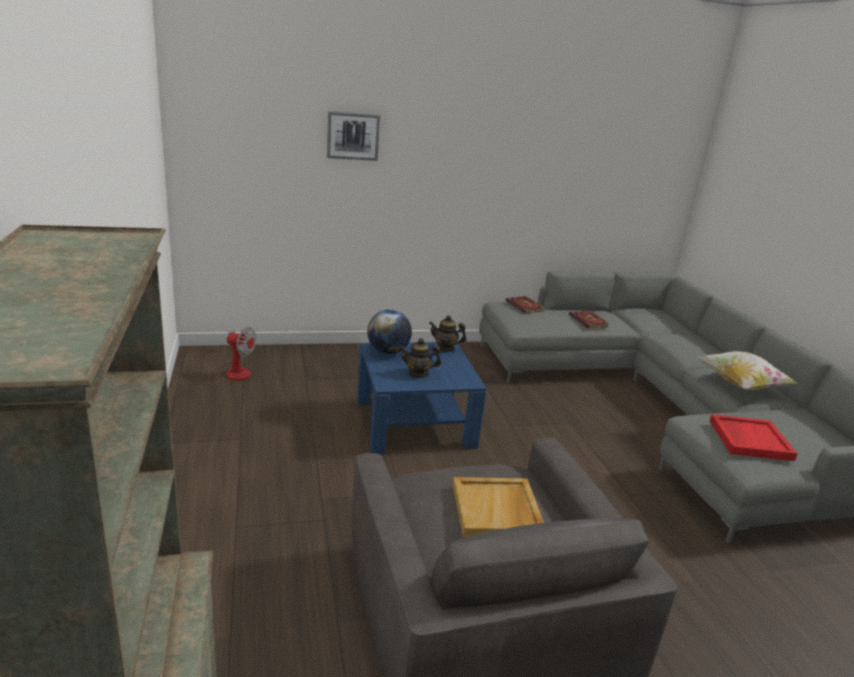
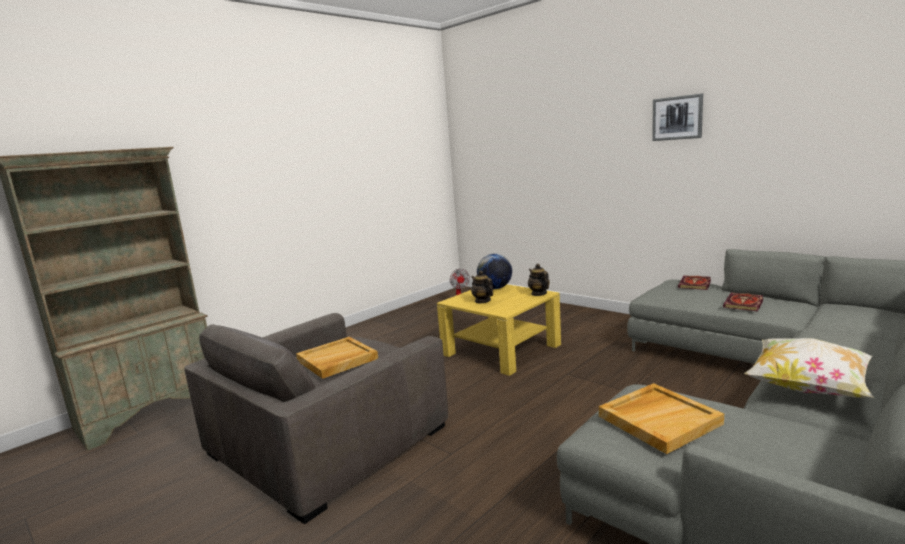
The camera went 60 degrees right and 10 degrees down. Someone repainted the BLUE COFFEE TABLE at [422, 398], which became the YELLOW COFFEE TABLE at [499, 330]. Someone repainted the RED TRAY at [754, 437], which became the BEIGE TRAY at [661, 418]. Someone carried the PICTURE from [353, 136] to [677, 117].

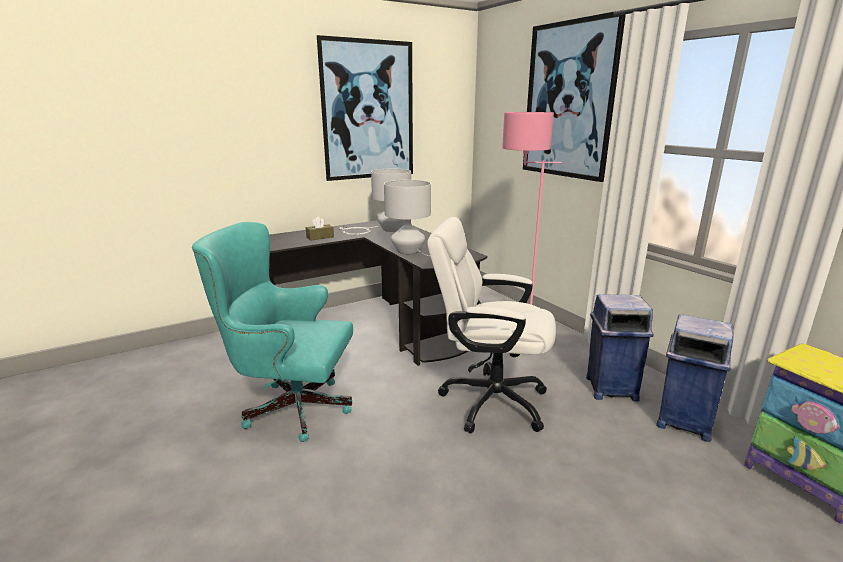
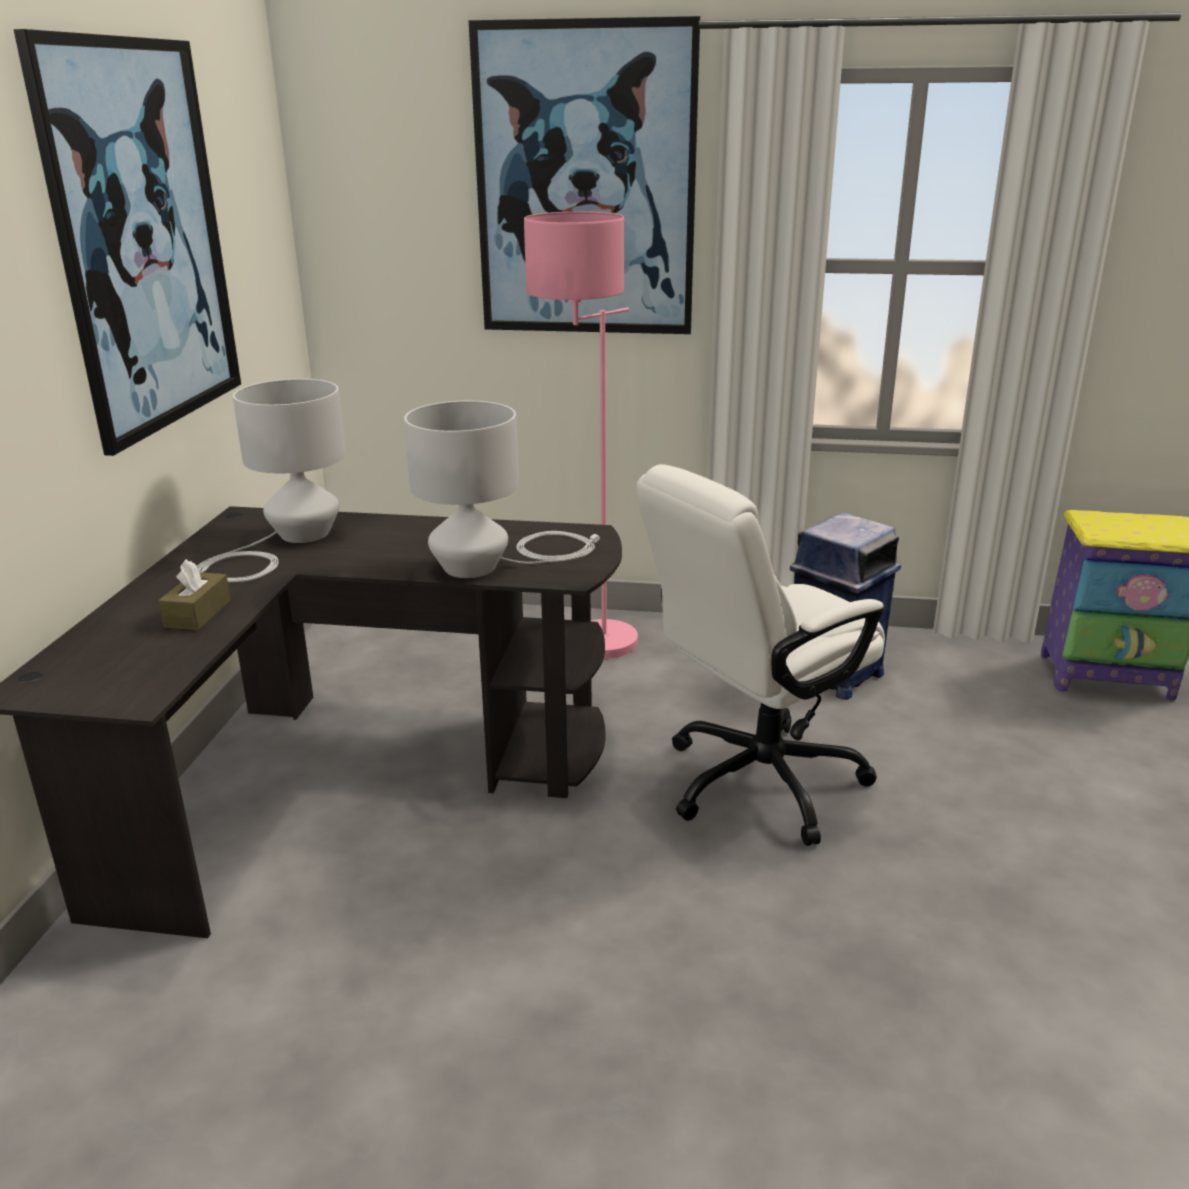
The camera went 50 degrees left and 5 degrees up. Someone took away the TURQUOISE OFFICE CHAIR at [272, 332]. Someone took away the BLUE TRASH CAN at [694, 378].

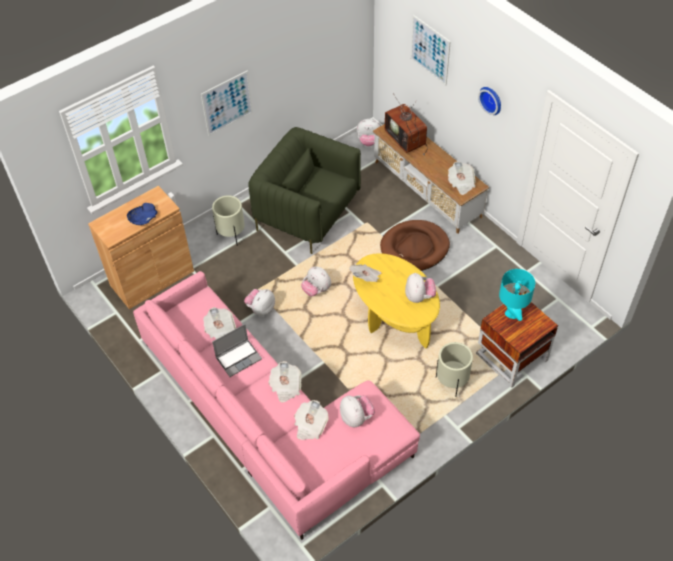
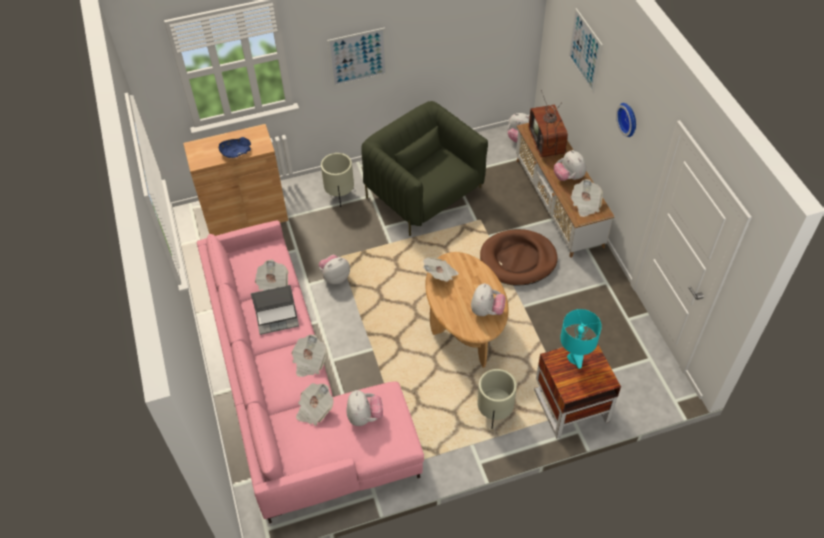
The camera went 20 degrees right and 0 degrees up. Someone repainted the YELLOW COFFEE TABLE at [396, 300], which became the BROWN COFFEE TABLE at [466, 310]. Someone carried the PLUSH TOY from [316, 281] to [570, 165].

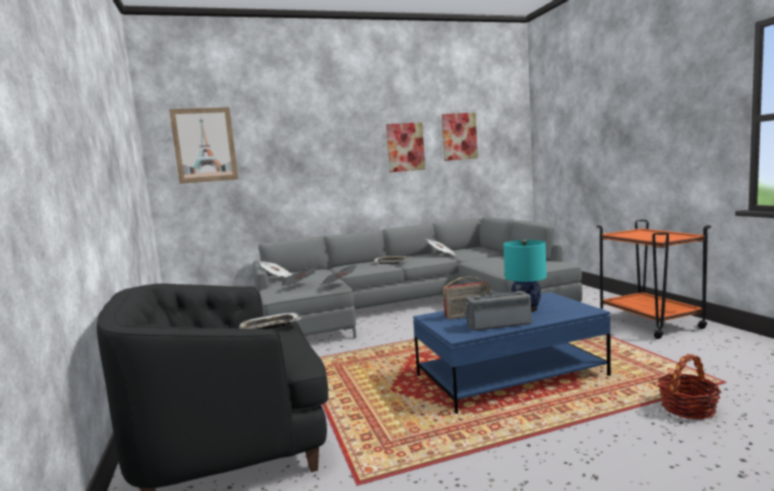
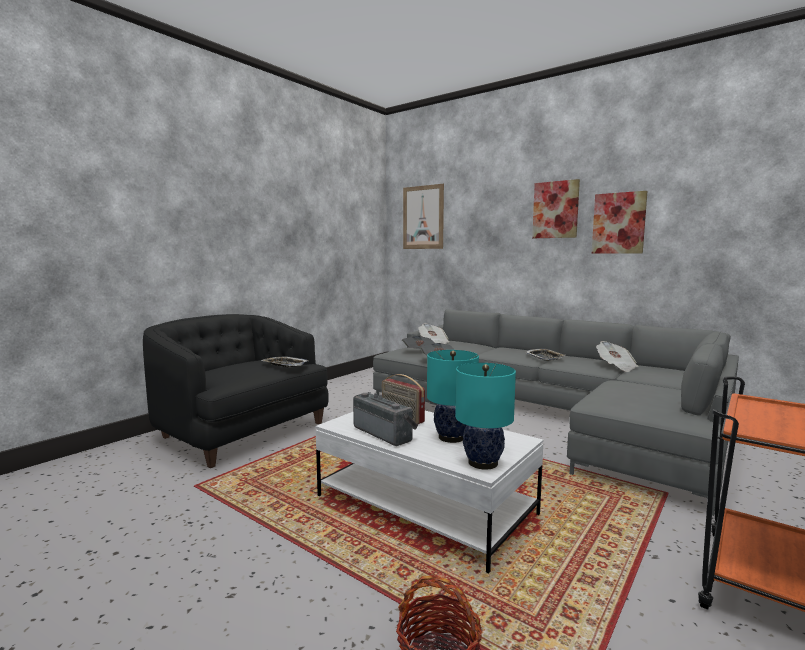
The camera went 55 degrees right and 0 degrees up. Someone repainted the BLUE COFFEE TABLE at [512, 353], which became the WHITE COFFEE TABLE at [429, 492]. Someone put down the TURQUOISE TABLE LAMP at [485, 416]. Someone carried the PICTURE from [460, 137] to [556, 208].

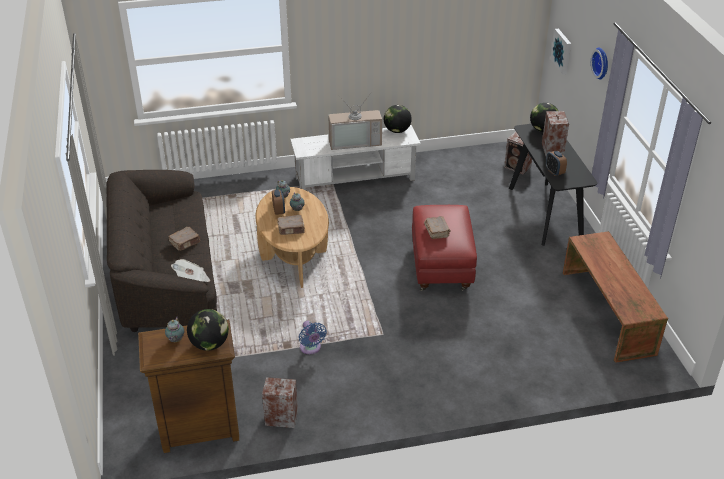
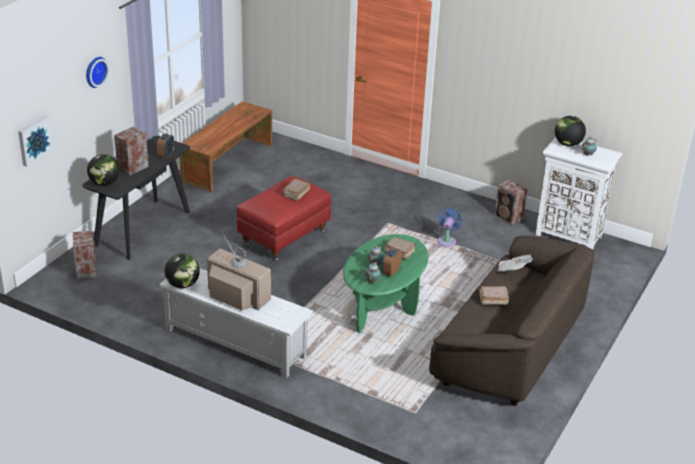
The camera went 140 degrees left and 5 degrees down. Someone repainted the BROWN COFFEE TABLE at [292, 237], which became the GREEN COFFEE TABLE at [385, 283]. Someone repainted the BROWN CABINET at [188, 386], which became the WHITE CABINET at [579, 193].

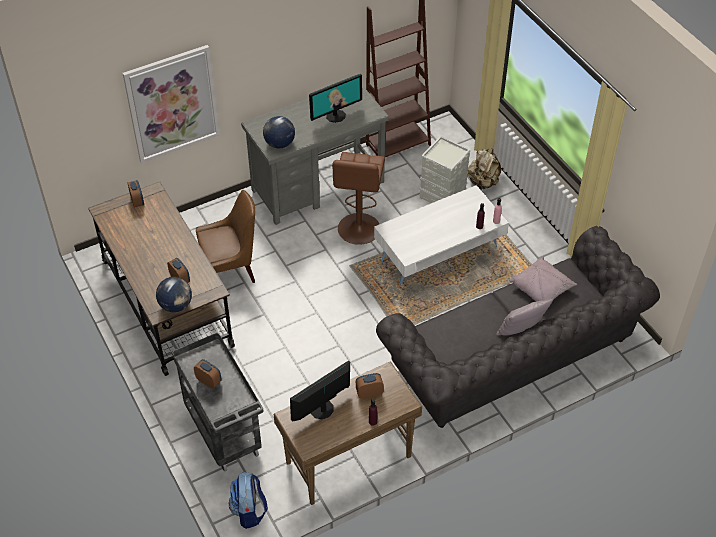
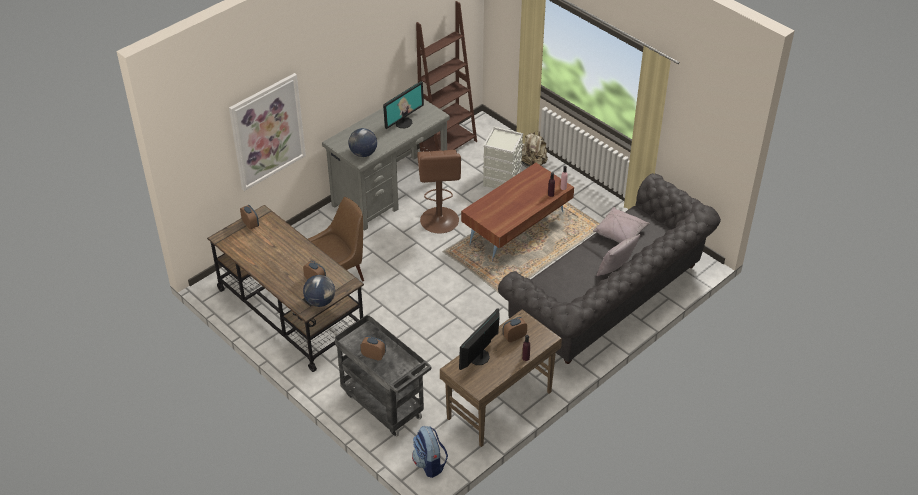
The camera went 15 degrees left and 5 degrees down. Someone repainted the WHITE COFFEE TABLE at [441, 236], which became the BROWN COFFEE TABLE at [517, 212].

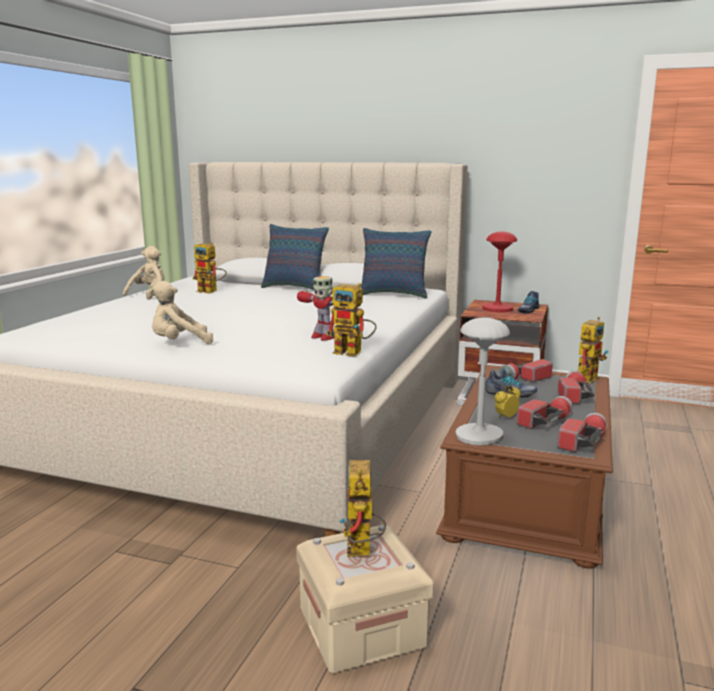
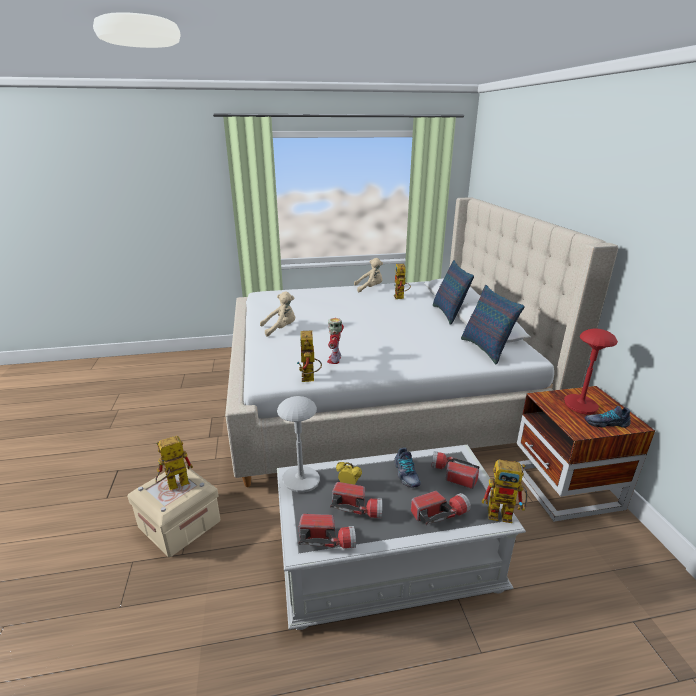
The camera went 60 degrees right and 10 degrees up. Someone rotated the BEIGE PLUSH TOY at [181, 312] by 120 degrees clockwise. Someone repainted the BROWN COFFEE TABLE at [524, 466], which became the WHITE COFFEE TABLE at [401, 537].

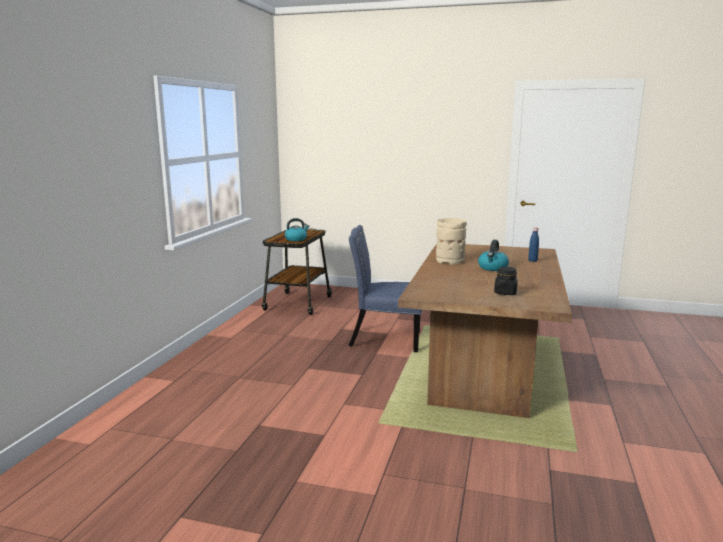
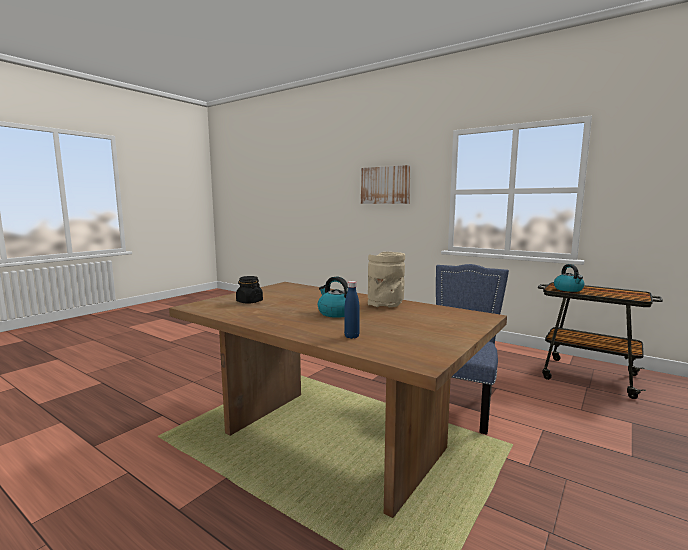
The camera went 110 degrees right and 5 degrees down. Someone put up the PICTURE at [385, 184].

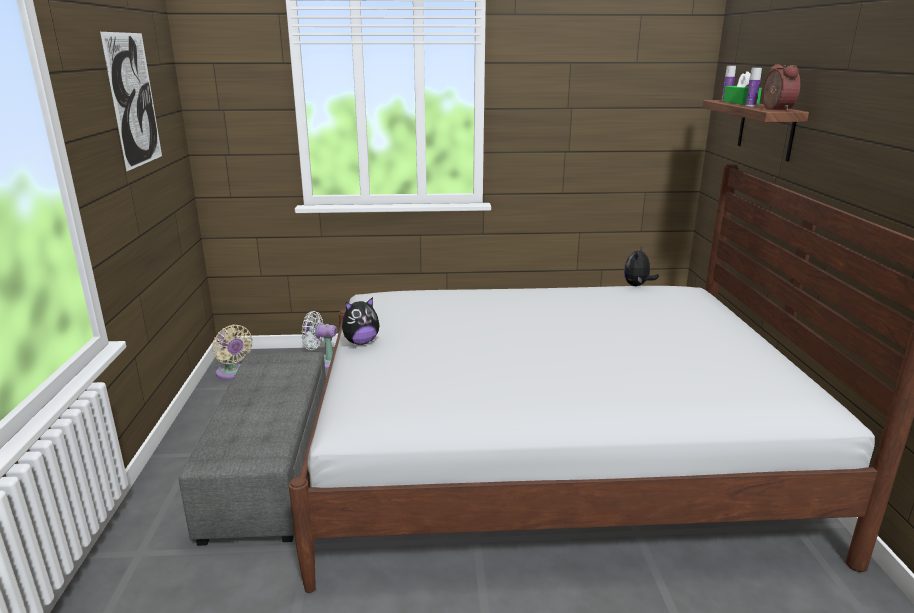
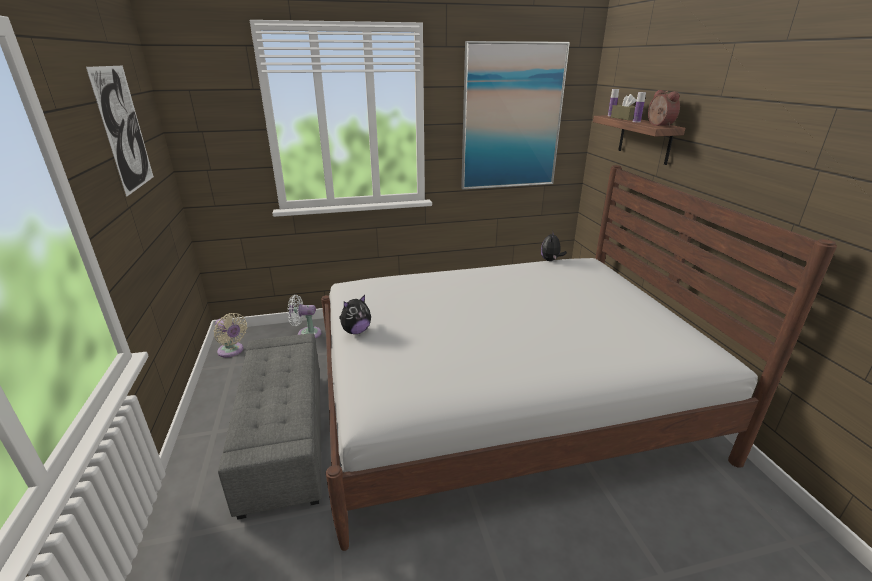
The camera went 10 degrees left and 5 degrees up. Someone put up the PICTURE at [515, 115]. Someone repainted the GREEN TISSUE BOX at [742, 87], which became the BROWN TISSUE BOX at [623, 107].

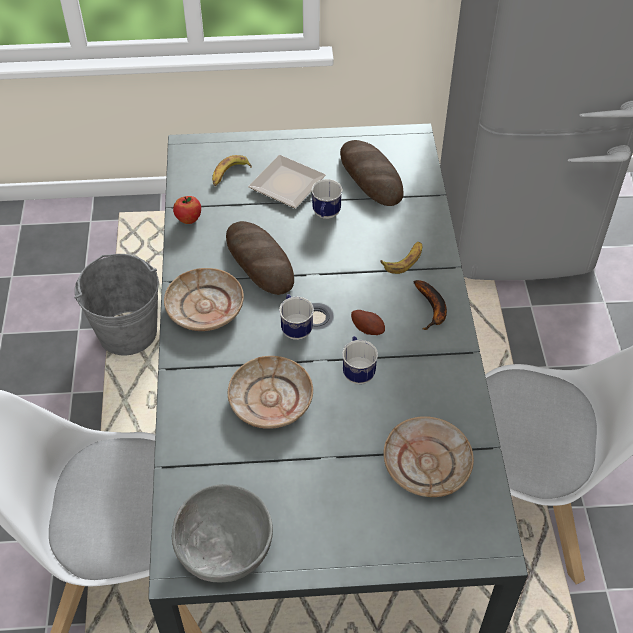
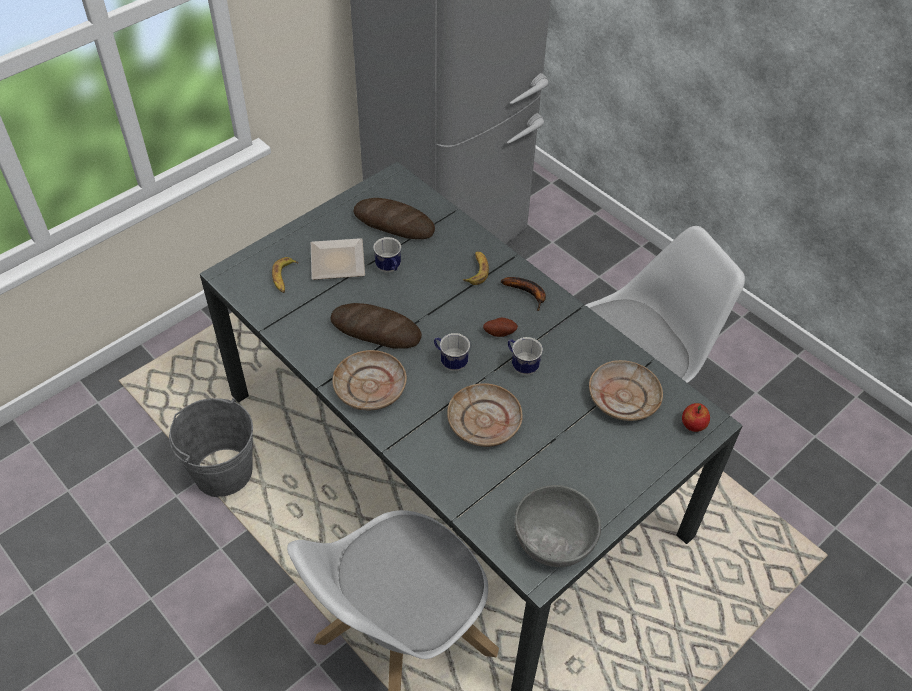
The camera went 40 degrees left and 0 degrees up. Someone carried the APPLE from [187, 210] to [696, 417].

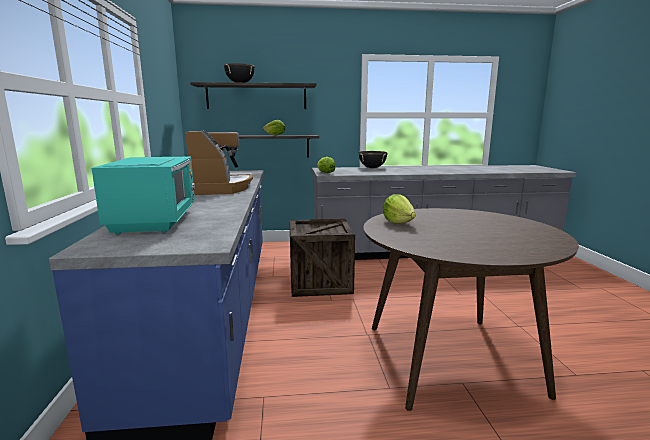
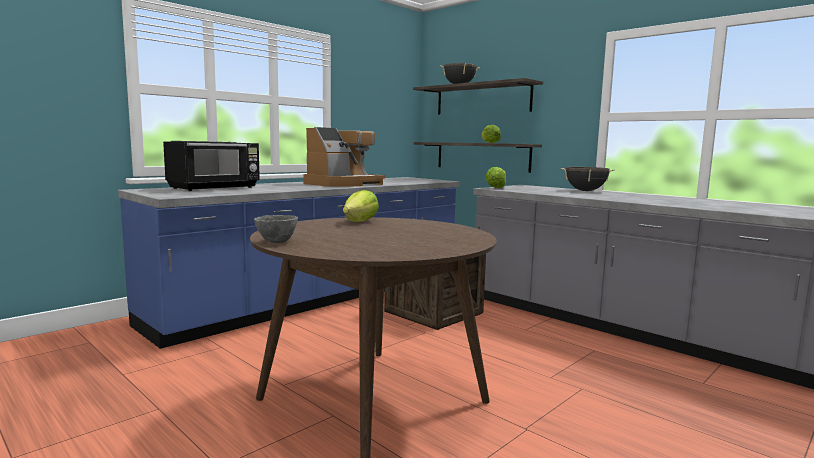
The camera went 50 degrees right and 5 degrees down. Someone repainted the TURQUOISE MICROWAVE at [143, 195], which became the BLACK MICROWAVE at [211, 166]. Someone put down the GREY BOWL at [276, 229].

